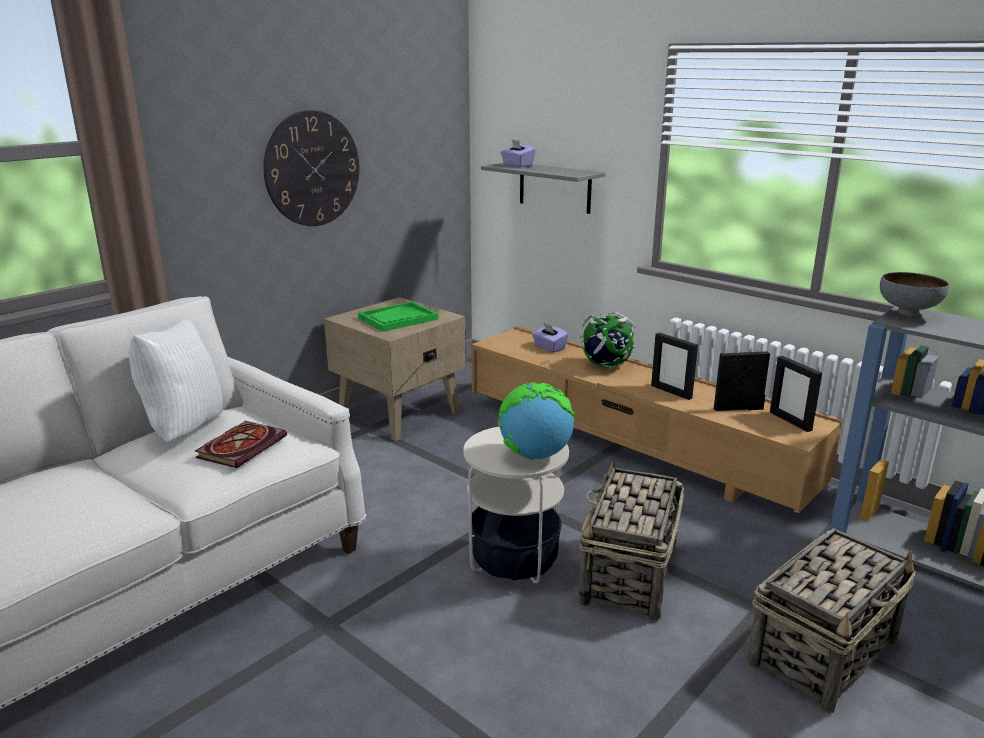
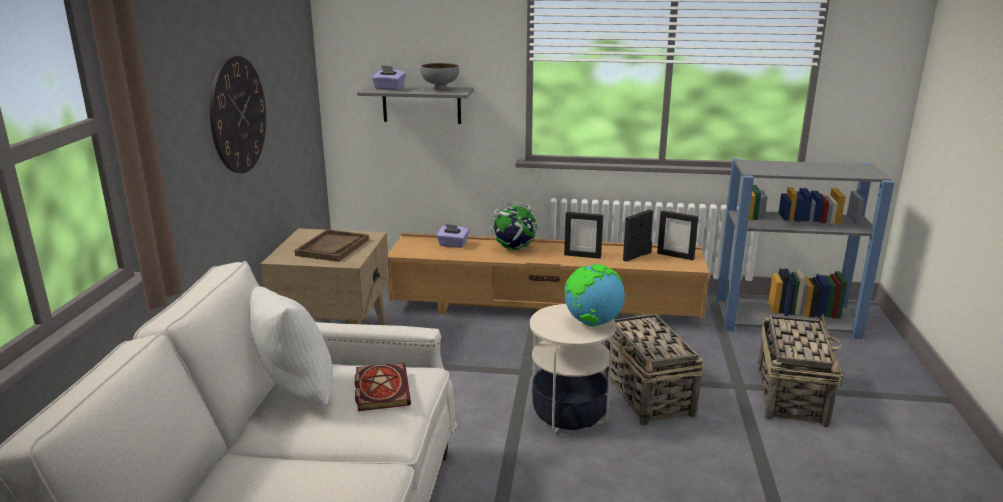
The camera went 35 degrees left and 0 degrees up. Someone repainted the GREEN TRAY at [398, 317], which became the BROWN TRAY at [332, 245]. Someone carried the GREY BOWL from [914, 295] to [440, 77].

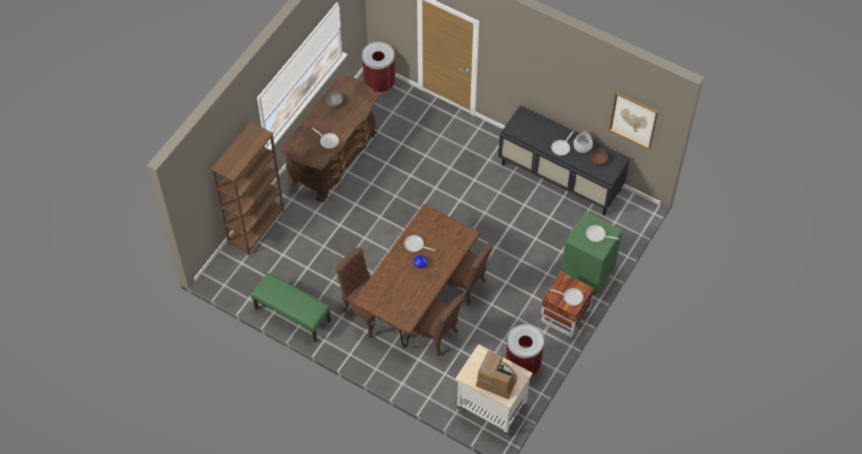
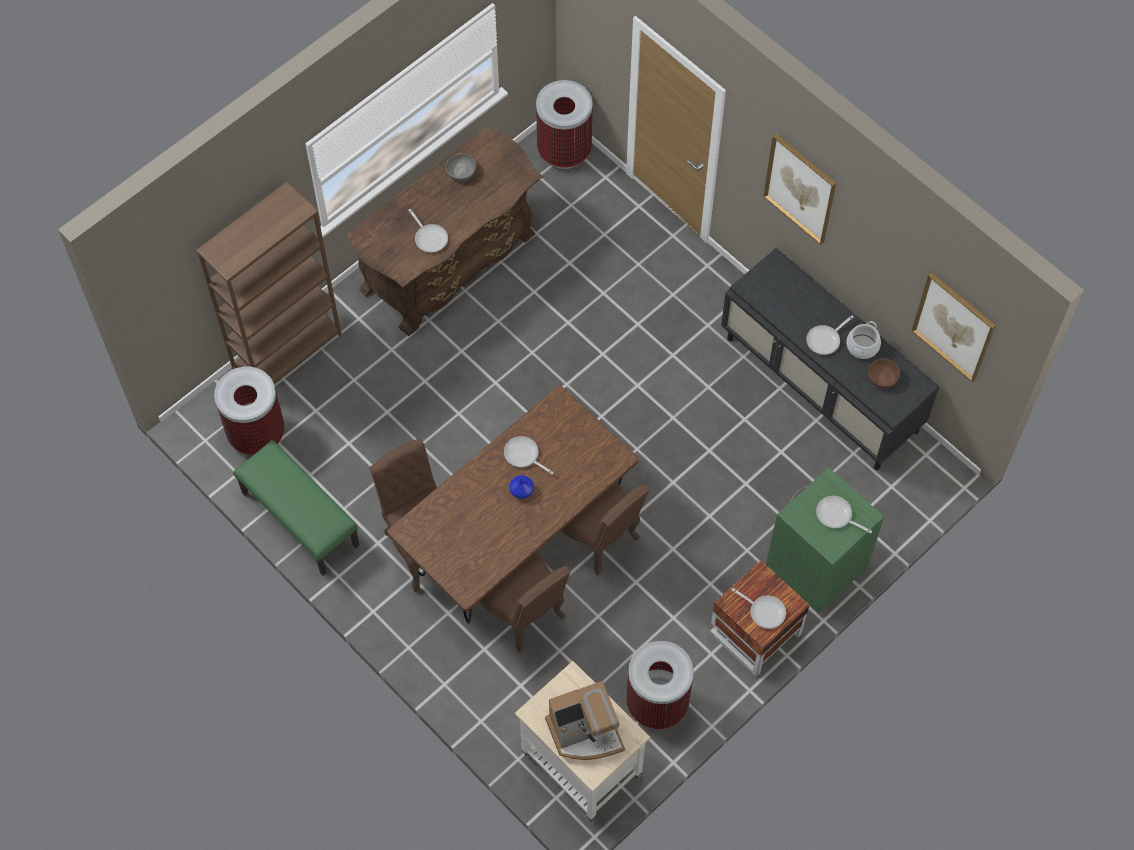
The camera went 15 degrees right and 5 degrees up. Someone put down the TRASH CAN at [249, 411]. Someone rotated the COFFEE MACHINE at [497, 375] by 120 degrees clockwise. Someone put up the PICTURE at [799, 189].

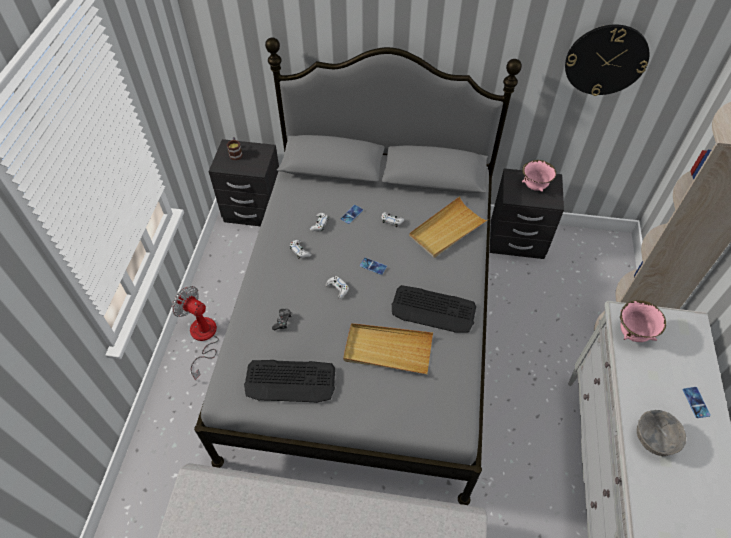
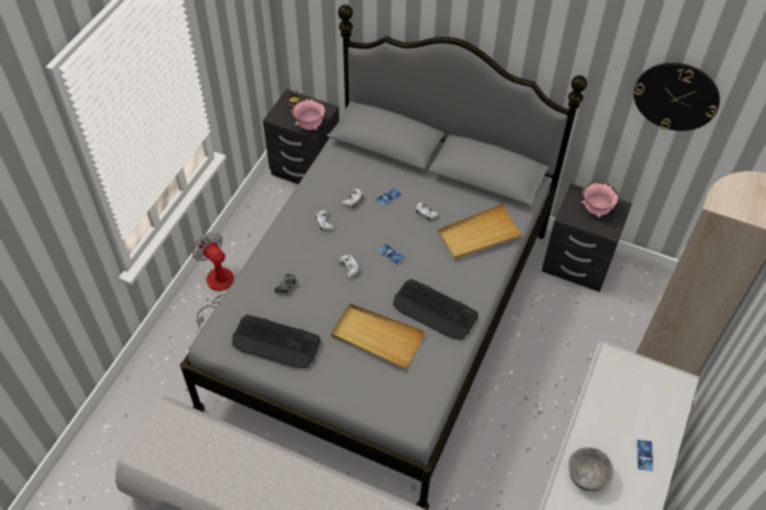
The camera went 15 degrees right and 0 degrees up. Someone carried the PINK BOWL from [643, 321] to [308, 114].

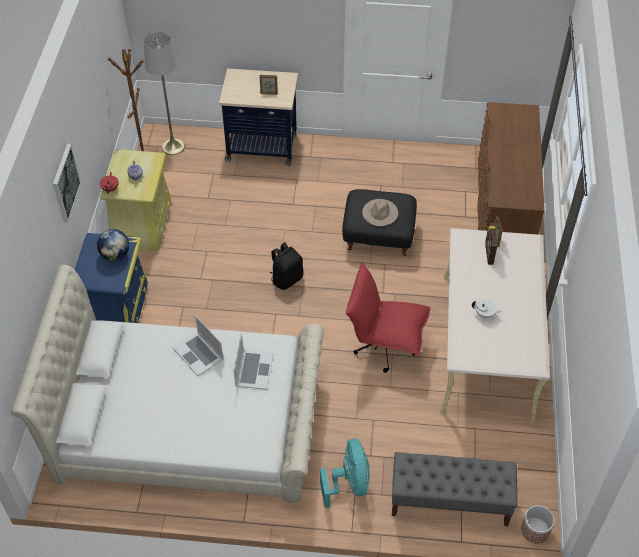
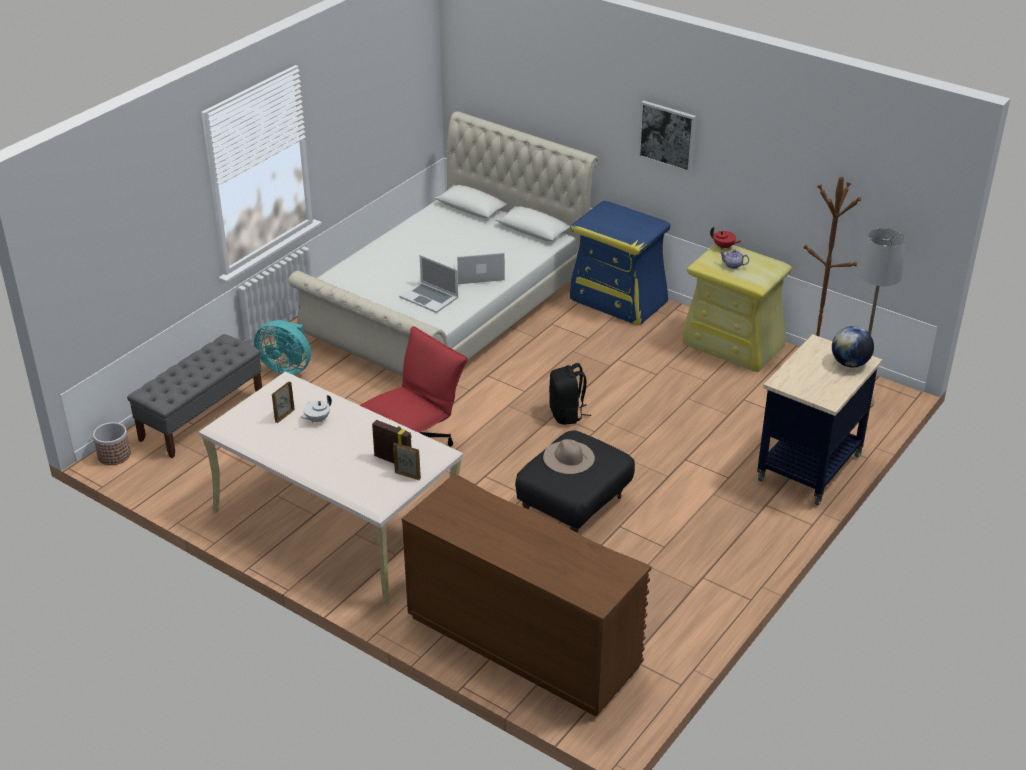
The camera went 120 degrees right and 15 degrees down. Someone carried the PICTURE FRAME from [269, 85] to [283, 402]. Someone carried the GLOBE from [113, 245] to [853, 346].

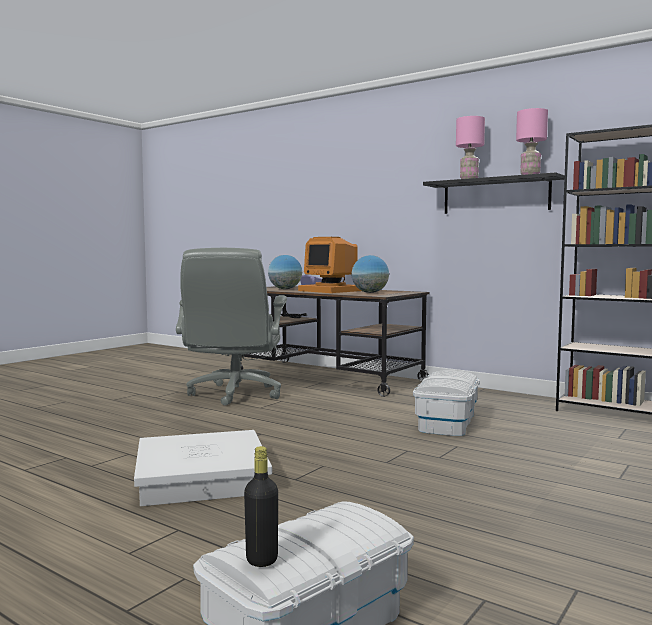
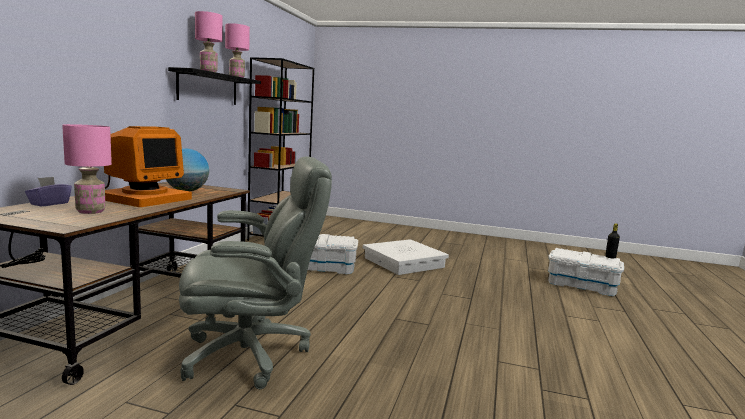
The camera went 110 degrees left and 5 degrees up. Someone swapped the GLOBE at [285, 272] for the PINK TABLE LAMP at [87, 169]. Someone carried the WHITE STORAGE BOX from [203, 468] to [406, 257].

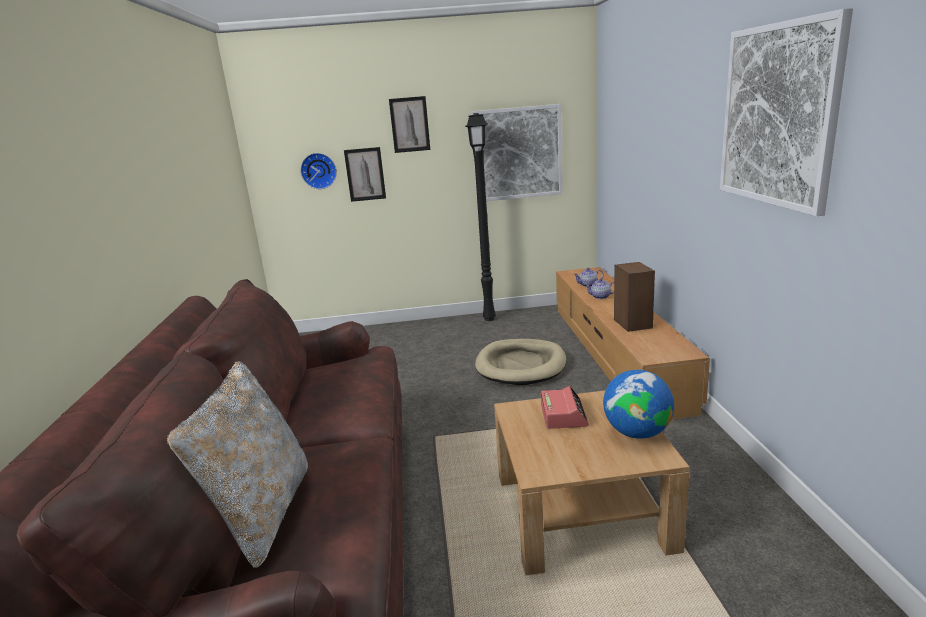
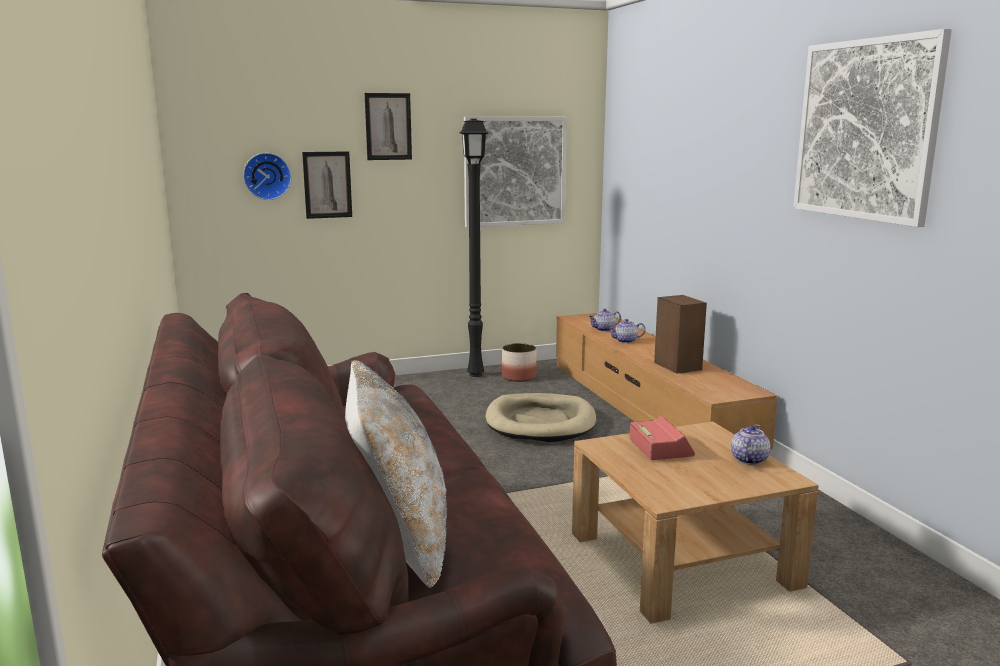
The camera went 15 degrees left and 5 degrees down. Someone put down the PLANTER at [519, 362]. Someone swapped the GLOBE at [638, 404] for the TEAPOT at [750, 445].

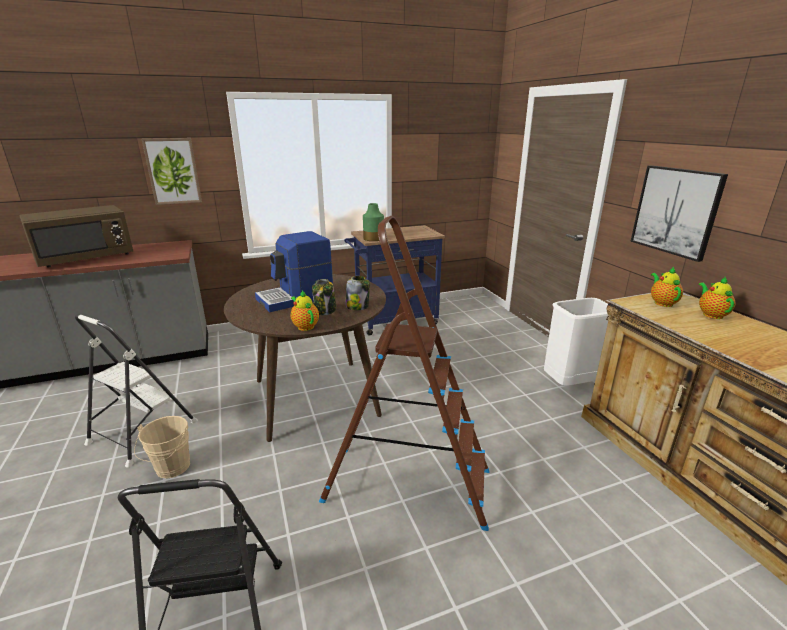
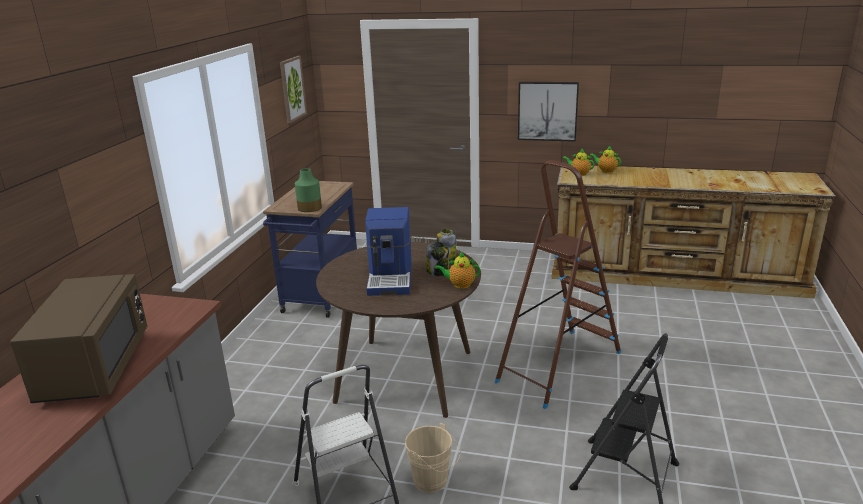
The camera went 55 degrees left and 0 degrees up. Someone carried the PICTURE from [171, 171] to [293, 89]. Someone took away the WHITE TRASH CAN at [576, 342].

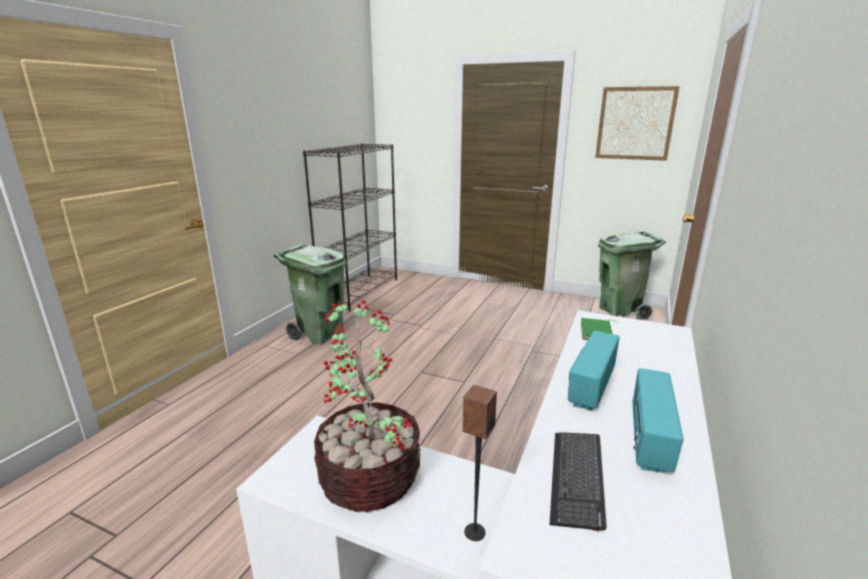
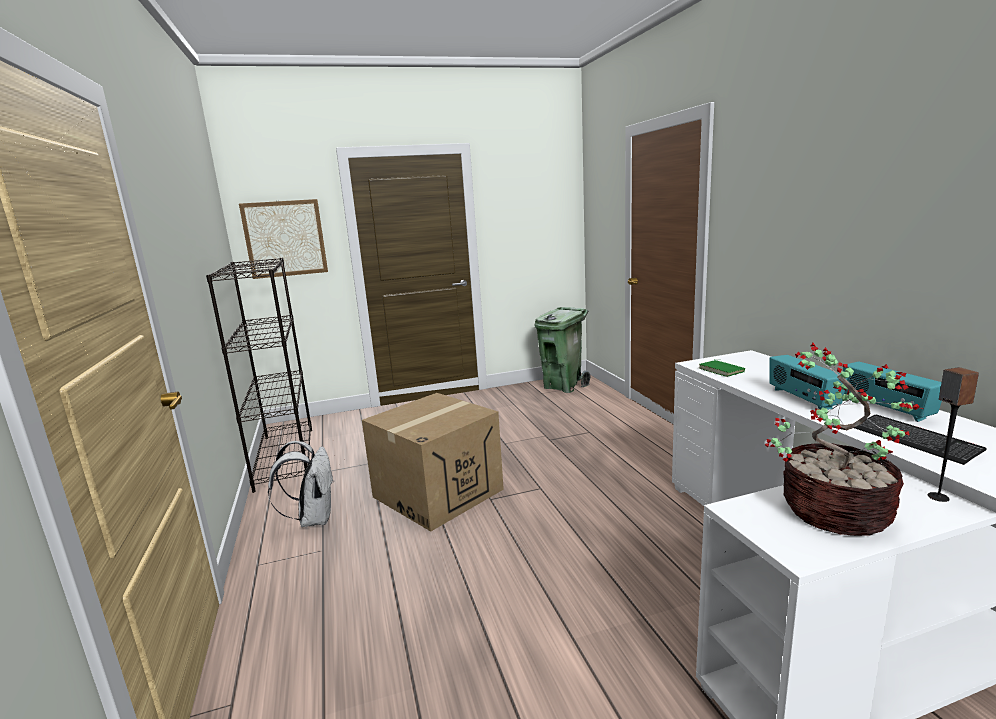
The camera went 40 degrees left and 5 degrees down. Someone carried the PICTURE from [637, 123] to [283, 239]. Someone swapped the GREEN TRASH CAN at [310, 294] for the WHITE BACKPACK at [300, 484]. Someone put down the CARDBOARD BOX at [433, 462].

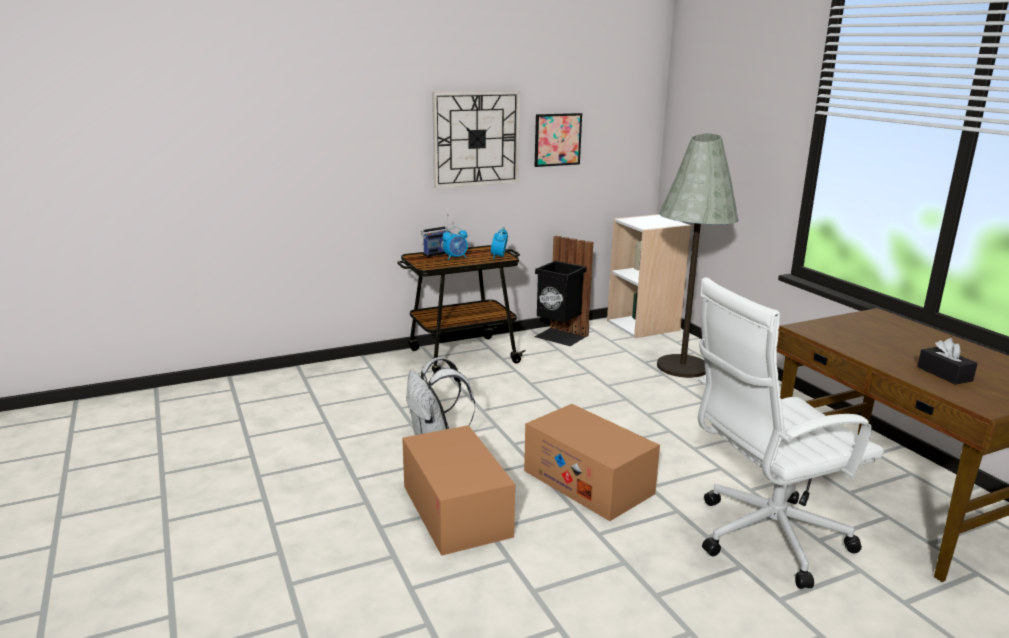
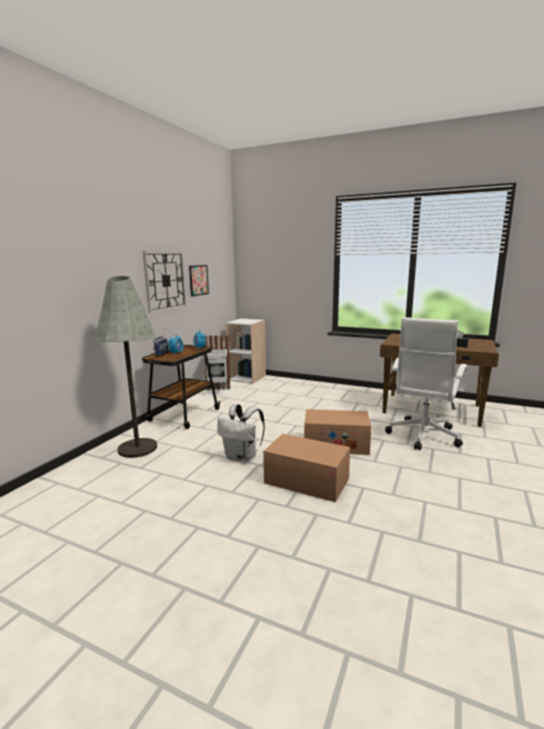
The camera went 40 degrees left and 5 degrees down. Someone carried the GREY FLOOR LAMP from [697, 256] to [125, 367]. Someone repainted the BLACK TRASH CAN at [564, 291], which became the WHITE TRASH CAN at [217, 365].

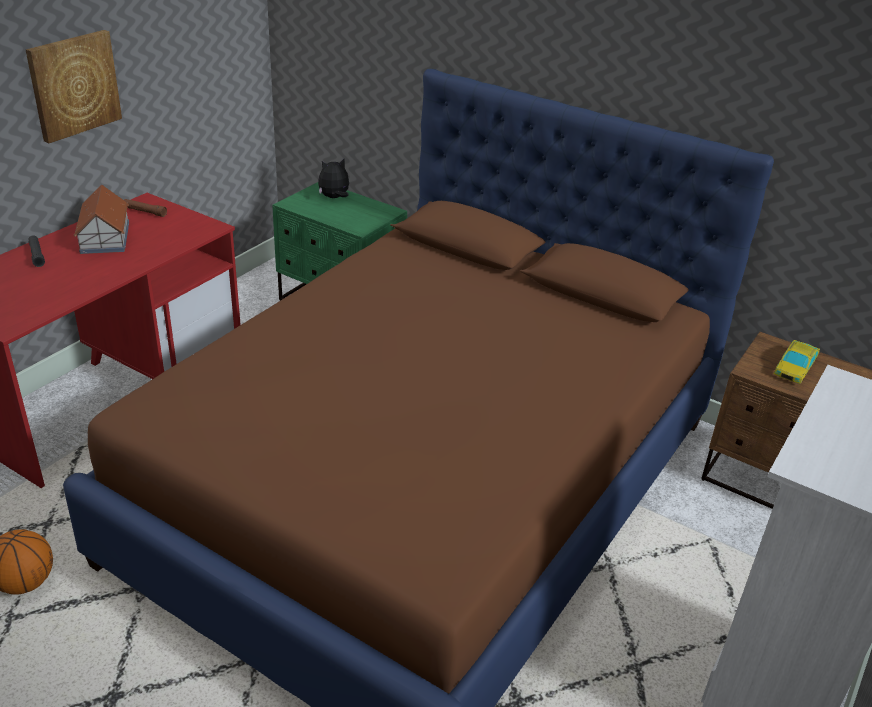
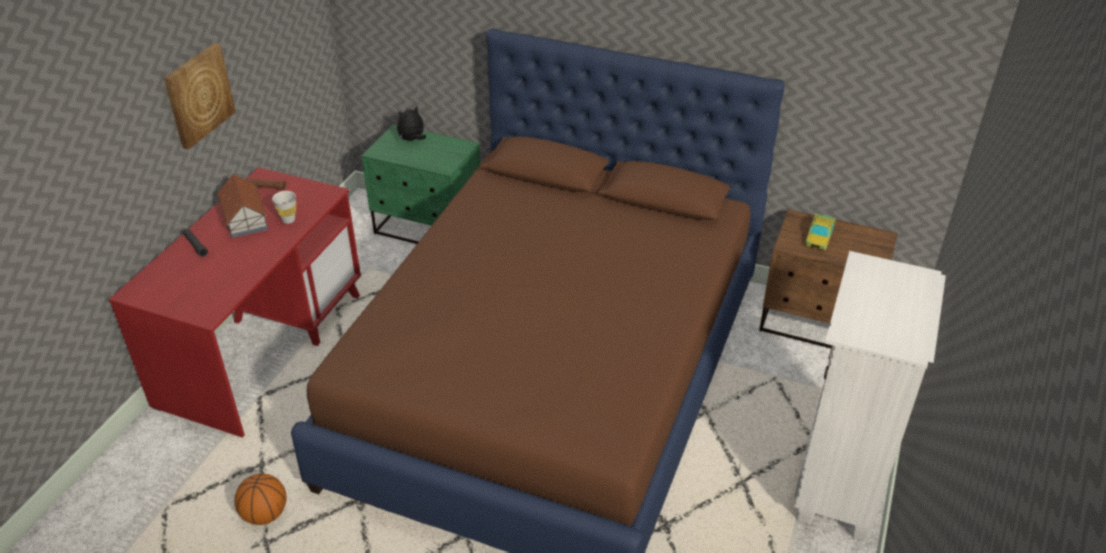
The camera went 10 degrees left and 5 degrees up. Someone put down the WHITE CUP at [284, 207].

